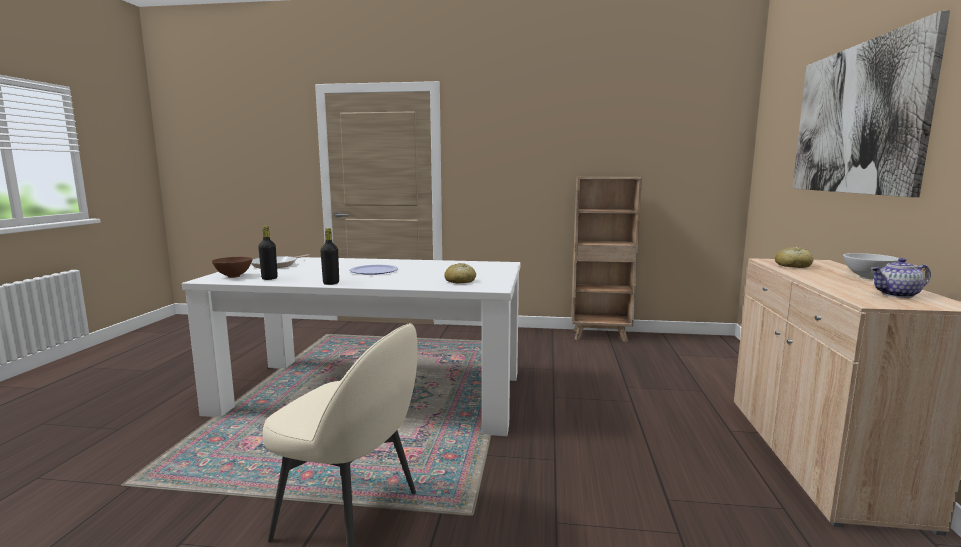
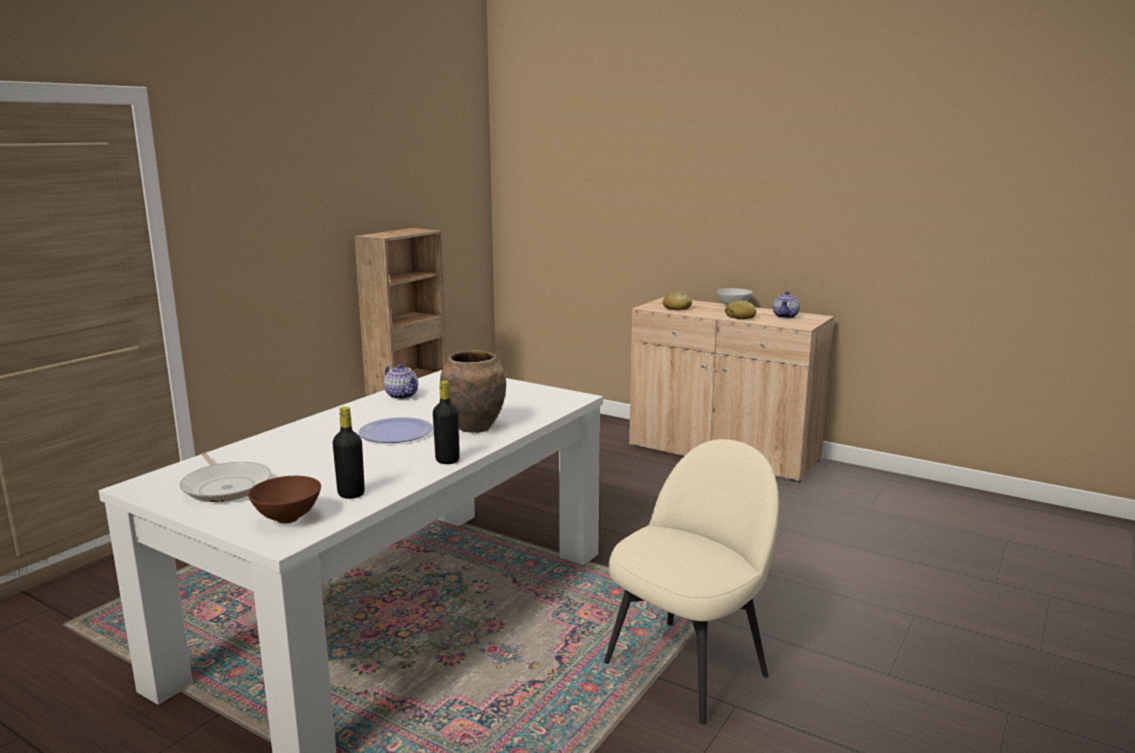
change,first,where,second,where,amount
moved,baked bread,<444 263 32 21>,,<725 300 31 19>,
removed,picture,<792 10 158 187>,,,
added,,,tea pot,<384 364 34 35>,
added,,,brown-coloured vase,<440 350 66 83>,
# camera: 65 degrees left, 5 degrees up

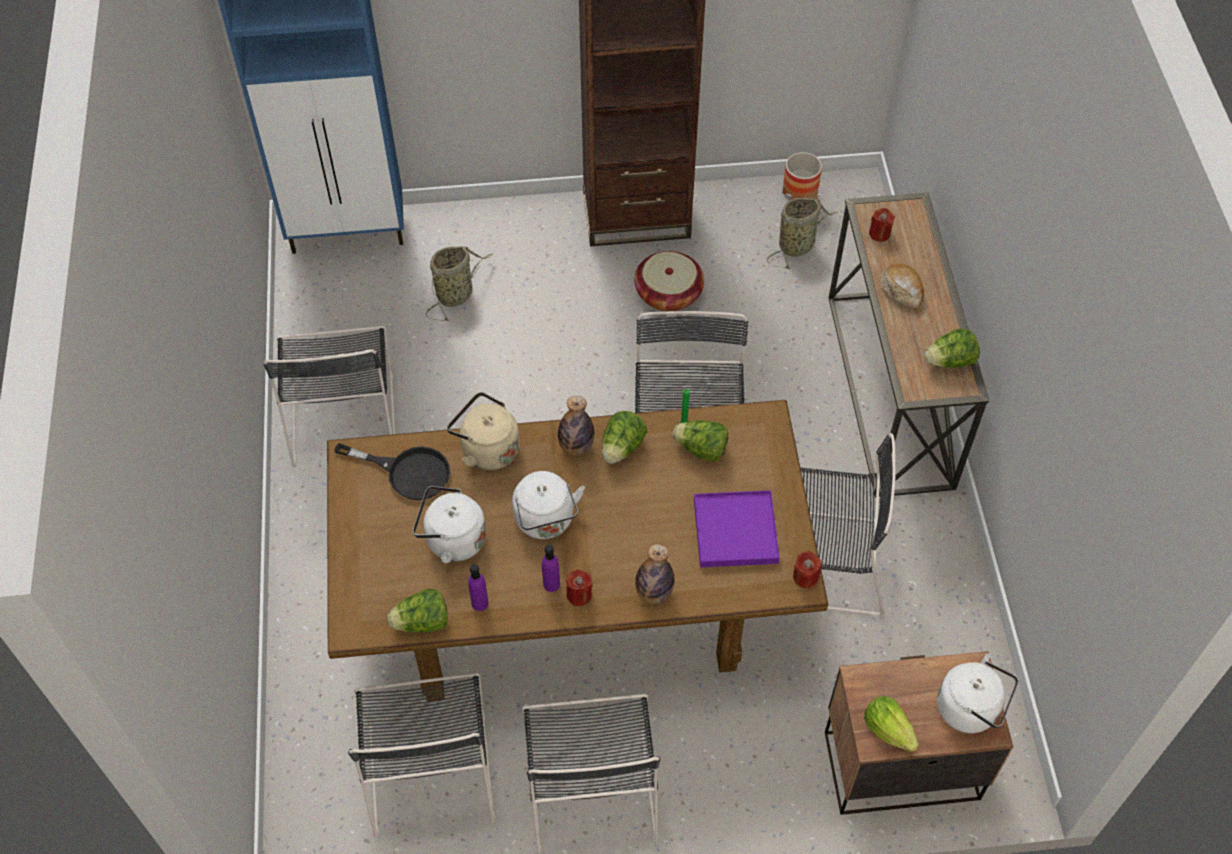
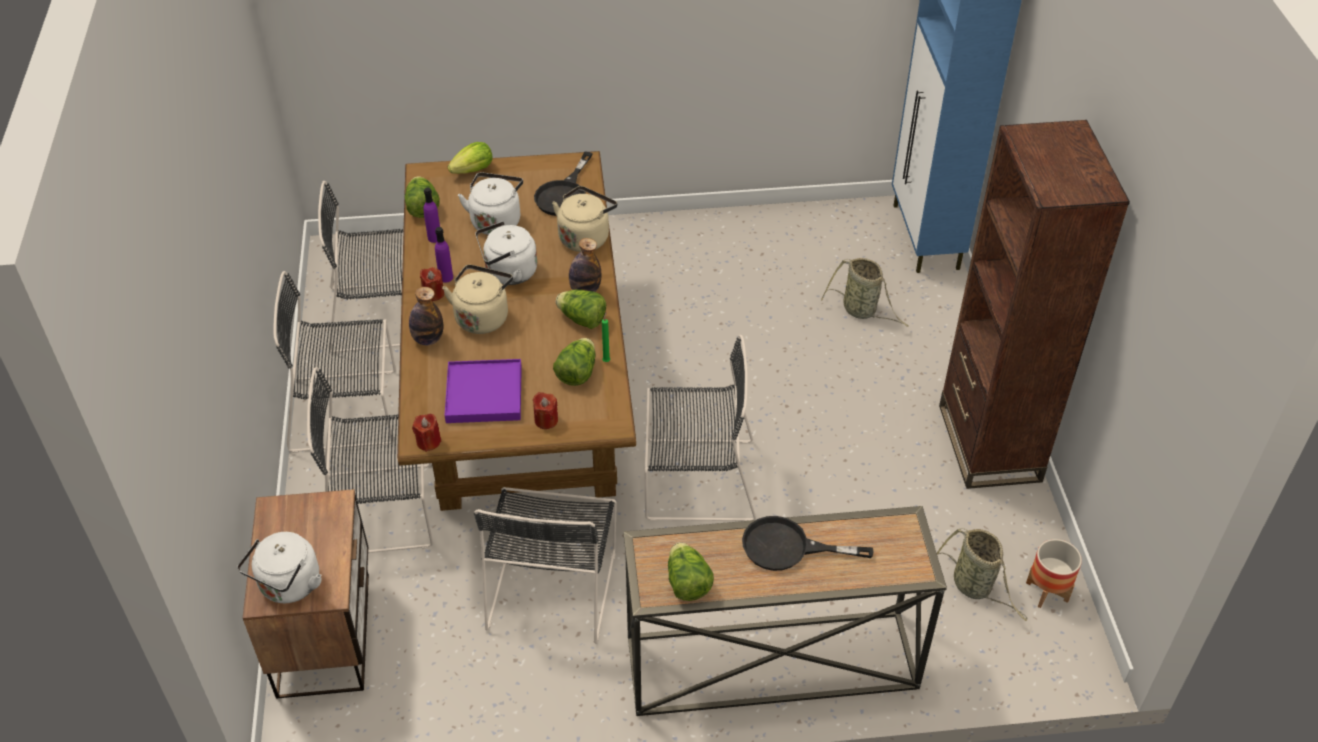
change,first,where,second,where,amount
moved,black-coloured plain chair,<263 326 132 141>,,<307 367 126 186>,
removed,household basket,<634 251 70 60>,,,
moved,lettuce head,<864 696 55 56>,,<448 142 45 32>,
moved,reddish wax candle,<869 208 26 34>,,<533 392 25 37>,
replaced,baked bread,<880 263 44 46>,black-coloured frying pan,<742 516 131 55>,
added,,,beige water kettle,<442 265 71 69>,
# camera: 90 degrees right, 10 degrees down

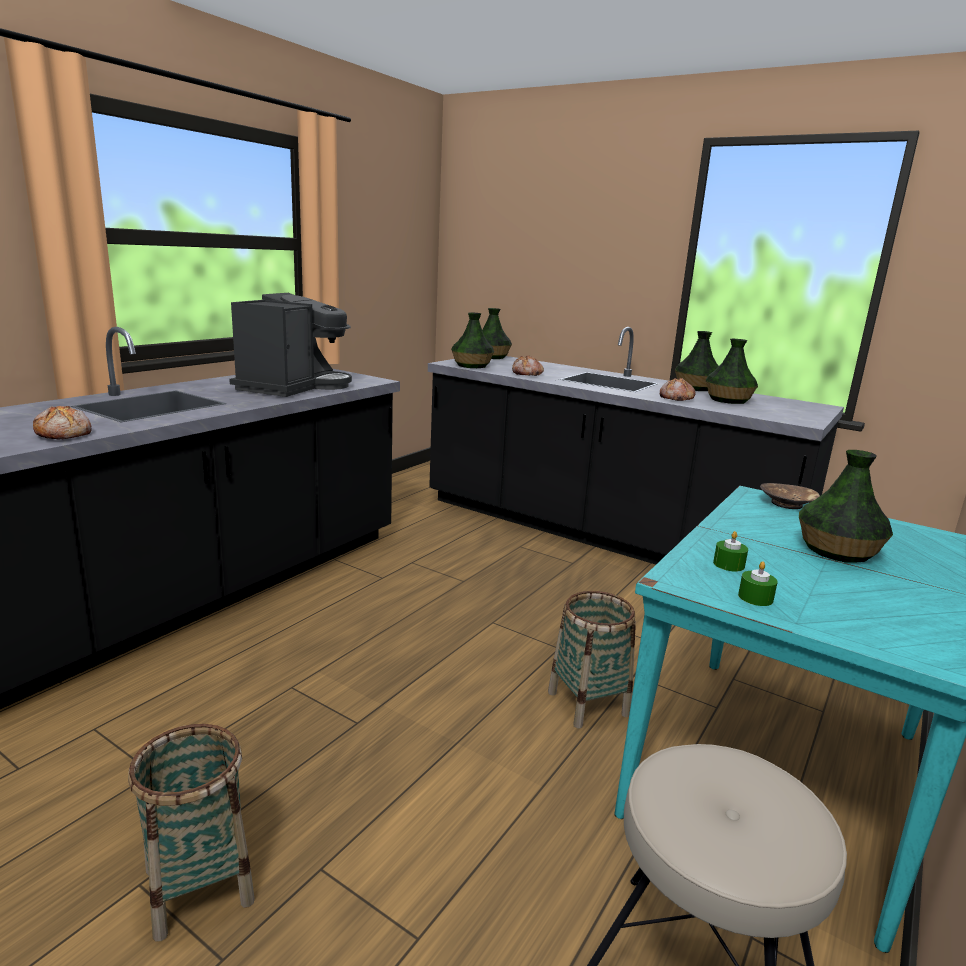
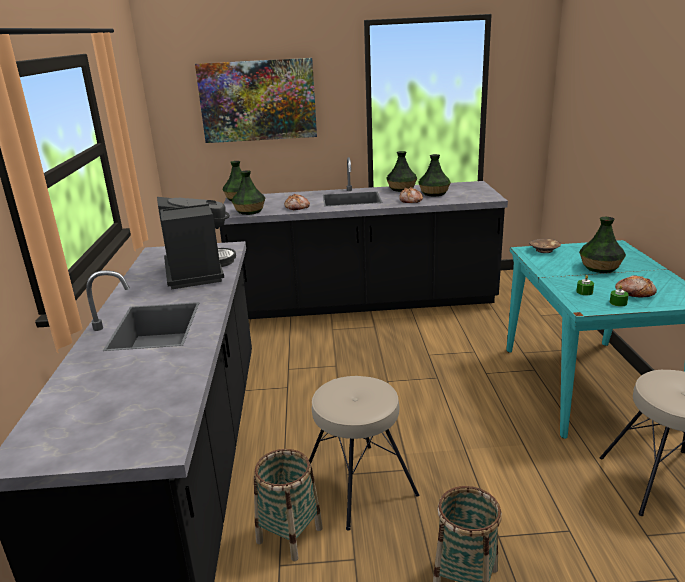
change,first,where,second,where,amount
moved,baked bread,<33 406 59 33>,,<615 275 42 23>,
moved,household basket,<548 591 88 138>,,<254 449 69 112>,
added,,,picture,<195 58 122 85>,
added,,,beige stool,<309 376 110 155>,
# camera: 35 degrees left, 5 degrees up

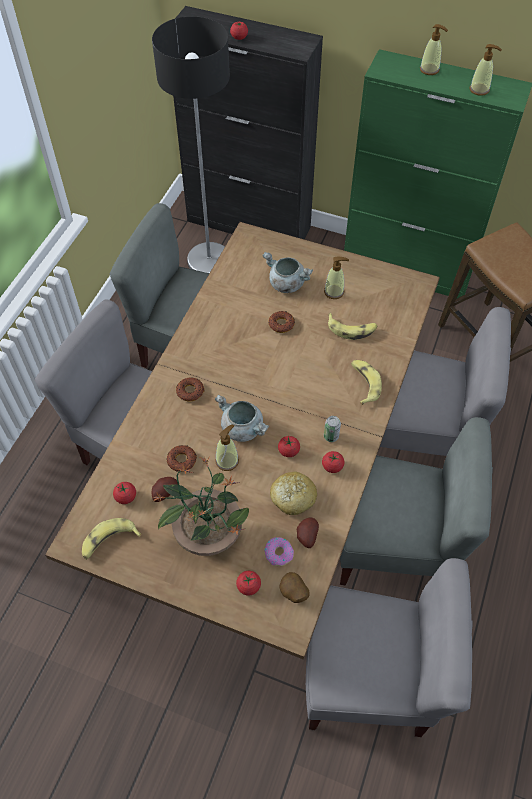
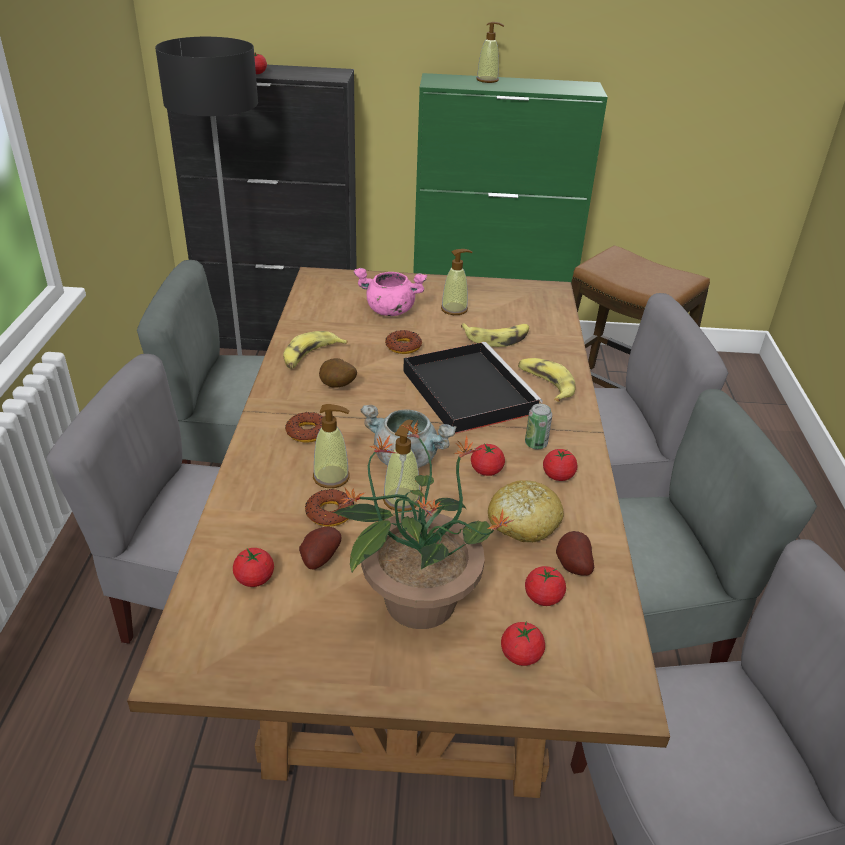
change,first,where,second,where,amount
moved,banana fruit,<82 518 60 42>,,<283 331 65 38>,
recoloured,greyish stockpot,<262 252 51 41>,pink-coloured stockpot,<354 268 73 48>,
replaced,doughnut,<264 537 30 29>,fresh tomato,<525 566 41 40>,
moved,whole potato,<280 572 30 31>,,<319 358 38 30>,
moved,soap bottle,<469 44 33 52>,,<313 404 37 84>,
added,,,black-coloured carrying tray,<403 342 140 92>,
# camera: 20 degrees left, 20 degrees down

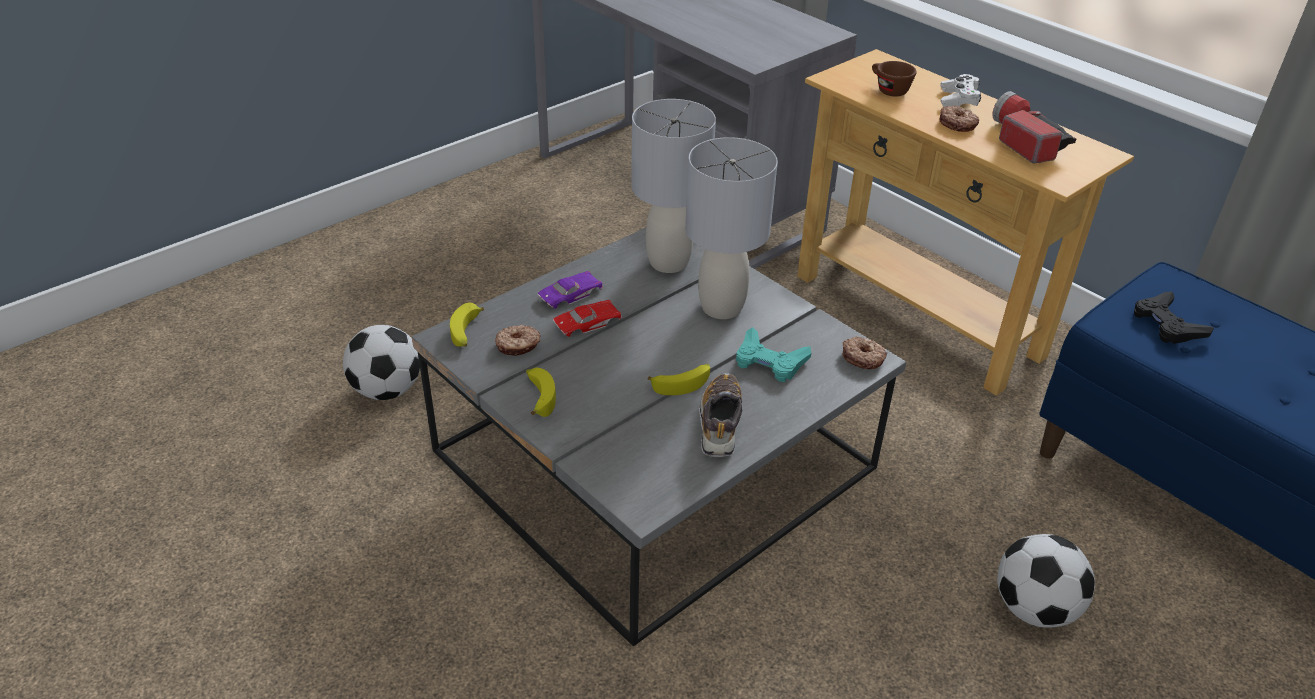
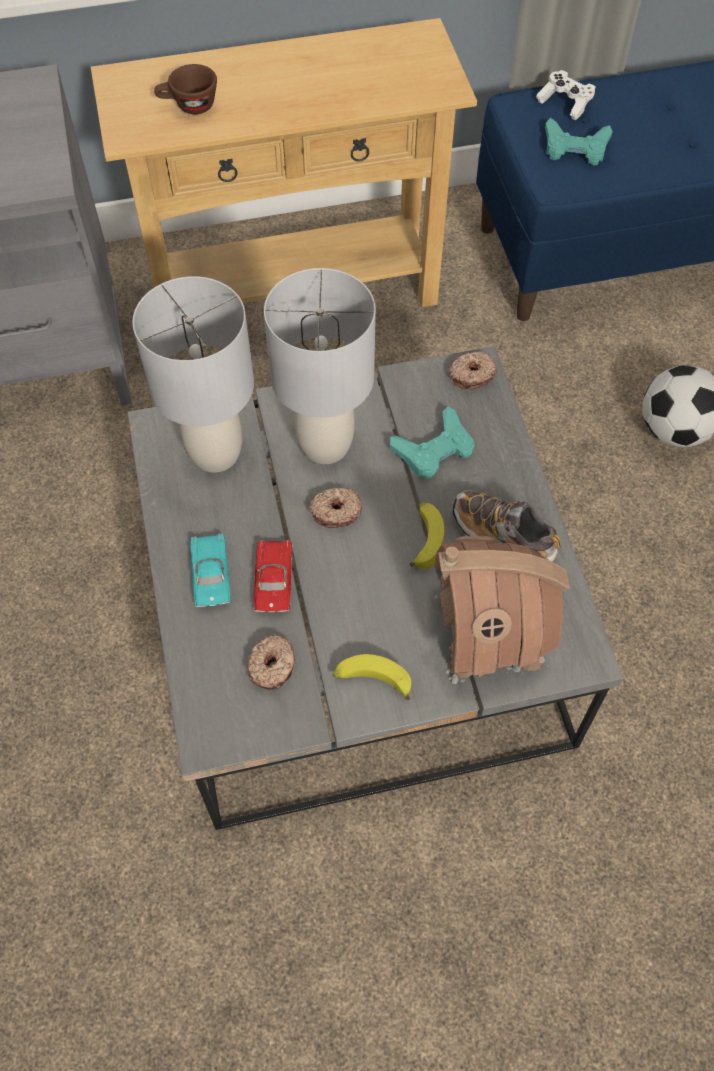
change,first,where,second,where,amount
removed,football,<343 325 77 75>,,,
removed,banana fruit,<450 303 34 44>,,,
recoloured,purplish miniature car,<538 271 65 38>,blue-green miniature car,<190 533 41 74>,
moved,doughnut,<939 106 40 26>,,<309 488 53 40>,
moved,white-coloured game controller,<940 74 41 33>,,<536 70 60 50>,
removed,flashlight,<992 91 84 73>,,,
recoloured,black-coloured game controller,<1134 291 80 53>,blue-green game controller,<545 118 68 47>,
added,,,toy house,<433 536 137 148>,
# camera: 60 degrees left, 20 degrees up

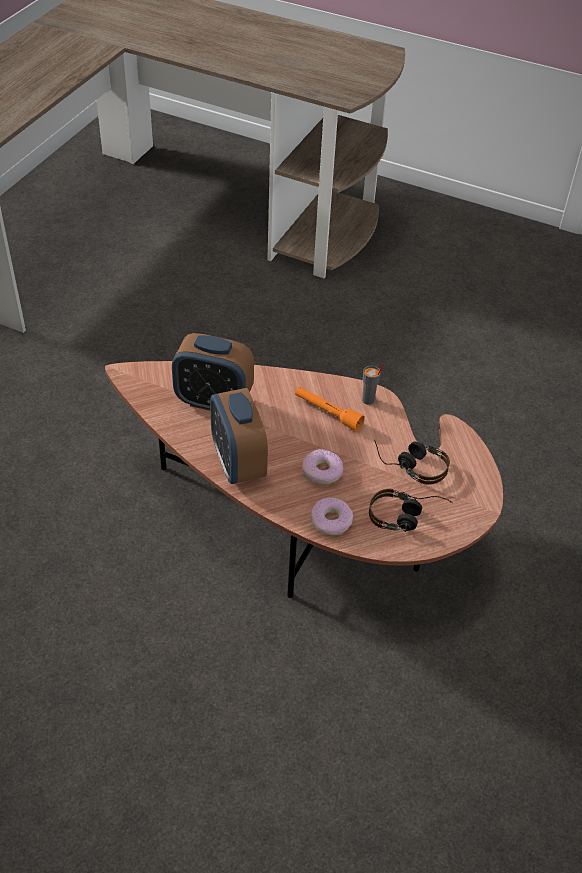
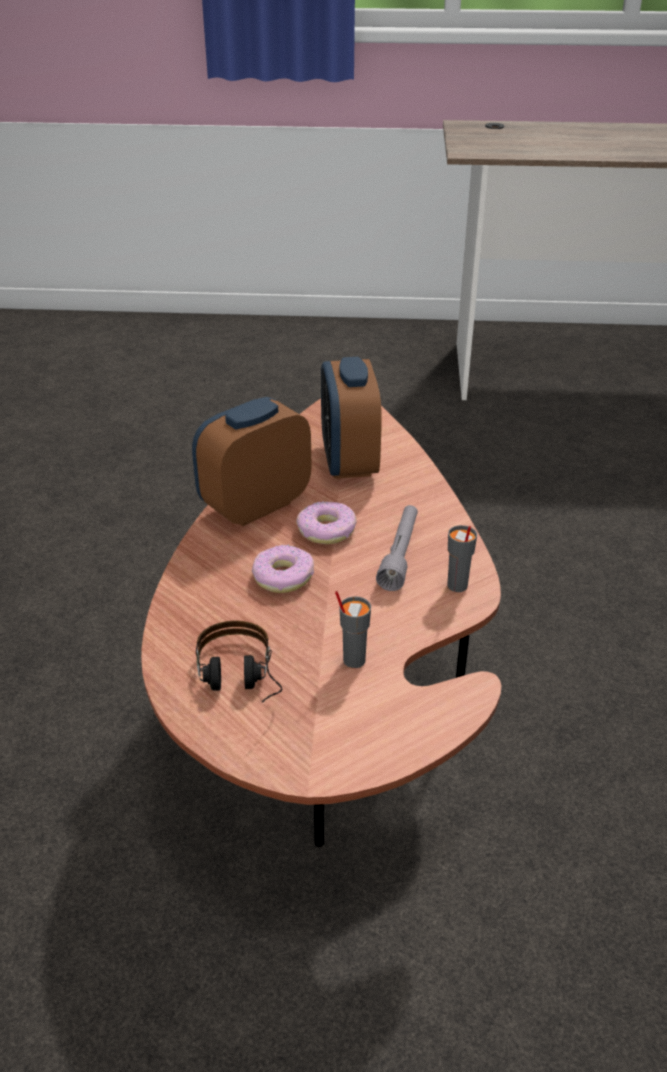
change,first,where,second,where,amount
recoloured,orange-coloured flashlight,<295 387 70 45>,greyish flashlight,<376 505 42 86>,
moved,doughnut,<311 497 42 38>,,<296 501 61 43>,
replaced,pair of headphones,<374 439 76 46>,greyish cup,<335 591 36 77>,
# camera: 70 degrees right, 10 degrees down

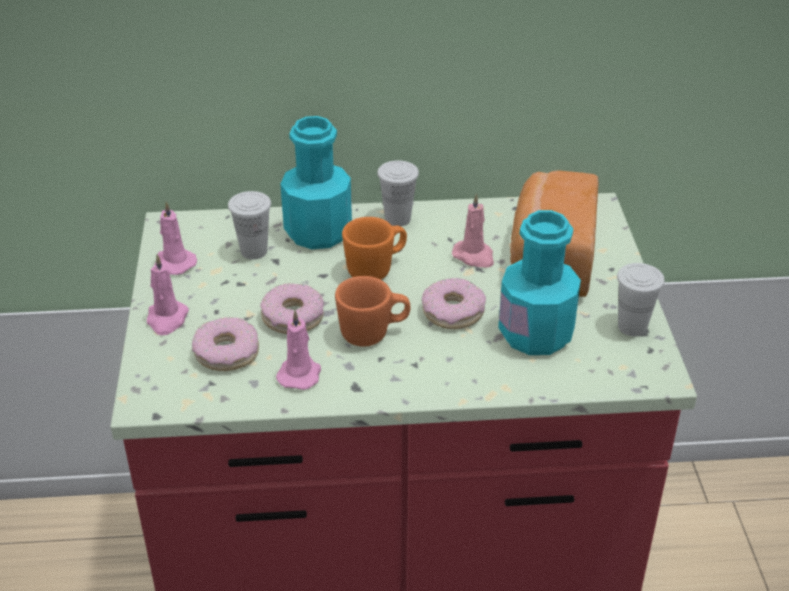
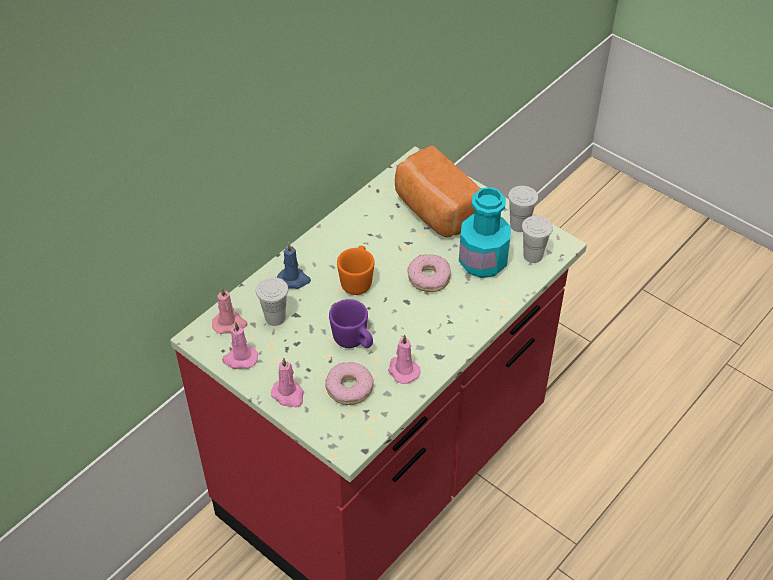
change,first,where,second,where,amount
replaced,doughnut,<260 283 64 51>,purplish tea mug,<329 299 44 49>,
replaced,blue-green beverage bottle,<280 116 72 133>,bluish wax candle,<277 243 34 46>,
removed,orange-coloured tea mug,<335 276 76 71>,,,
moved,white-coloured cup,<377 160 42 66>,,<522 216 31 47>,
moved,pink-coloured wax candle,<452 193 42 75>,,<212 287 36 47>,
# camera: 45 degrees left, 10 degrees up

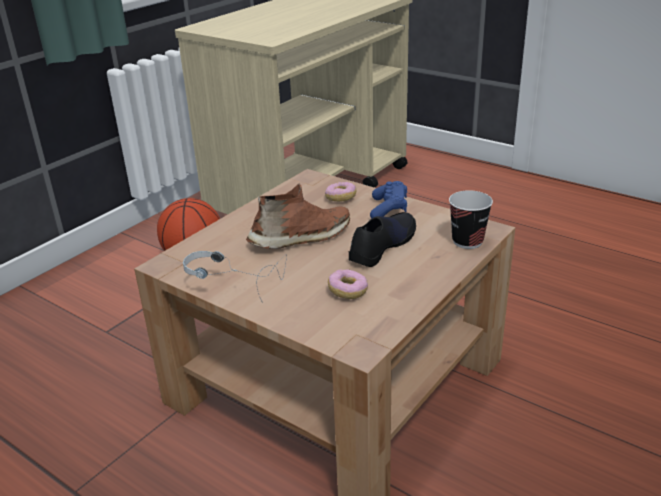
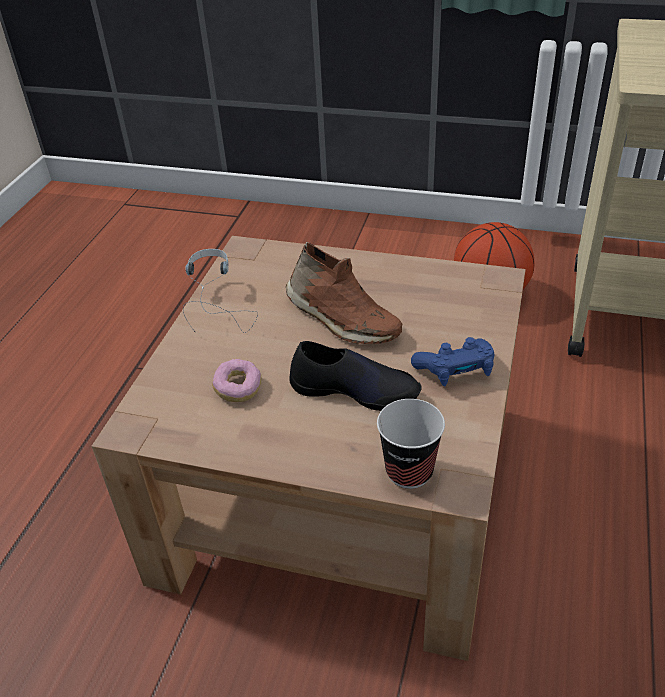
change,first,where,second,where,amount
removed,doughnut,<325 182 31 20>,,,
# camera: 70 degrees right, 10 degrees up

